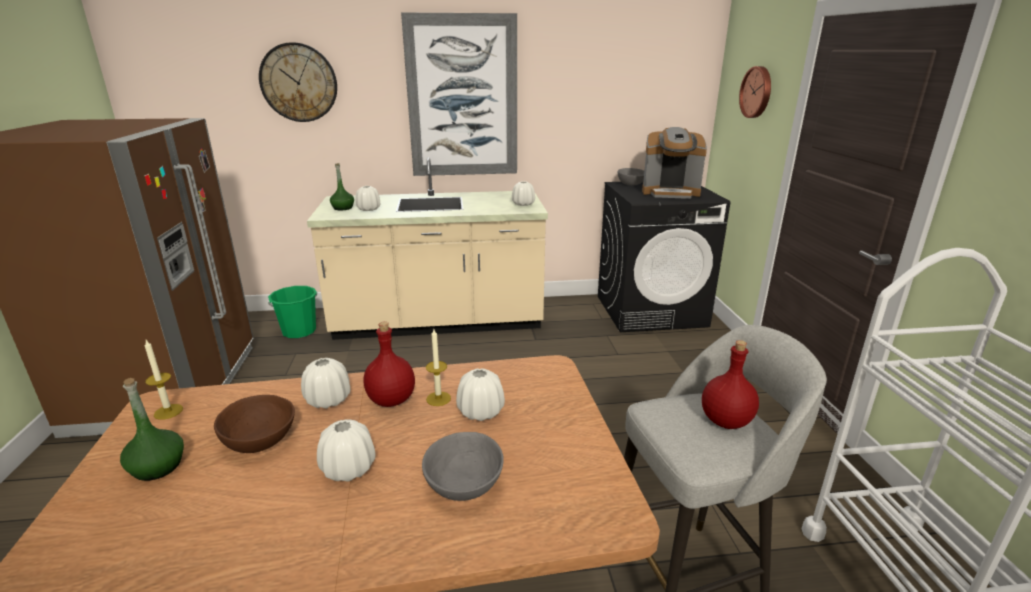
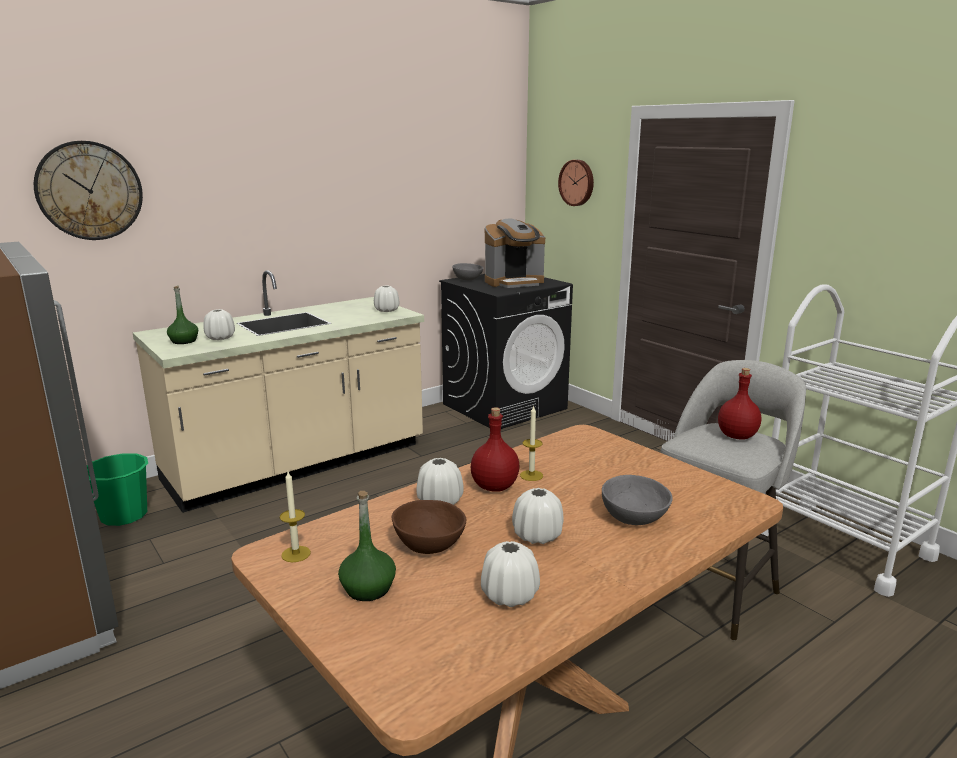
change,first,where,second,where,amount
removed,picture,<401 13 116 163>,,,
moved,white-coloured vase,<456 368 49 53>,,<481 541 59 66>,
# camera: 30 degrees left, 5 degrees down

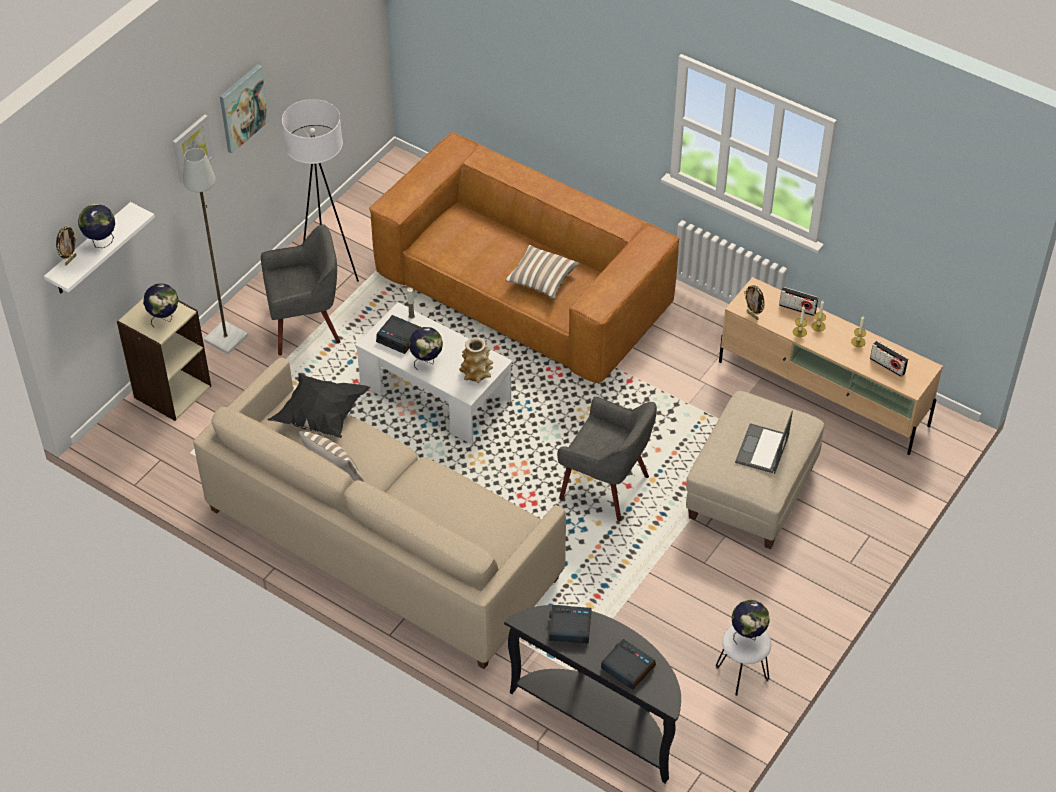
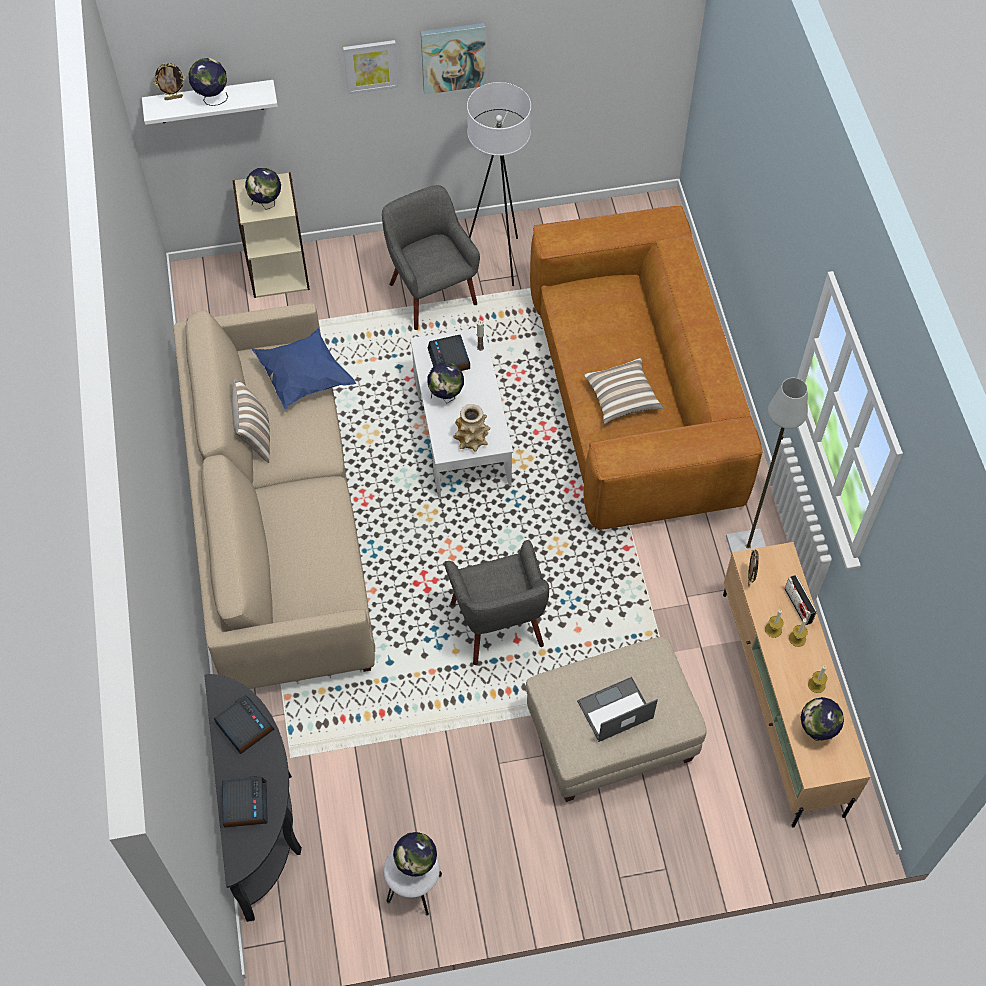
change,first,where,second,where,amount
moved,greyish standard lamp,<183 148 65 207>,,<726 378 82 176>,
turned,greyish armchair,<261 224 80 132>,,<382 185 98 145>,150 degrees counterclockwise
recoloured,black-coloured pillow,<267 373 103 65>,bluish pillow,<252 328 104 81>,
replaced,radio set,<870 341 38 36>,globe,<801 697 43 44>,
# camera: 45 degrees right, 10 degrees up

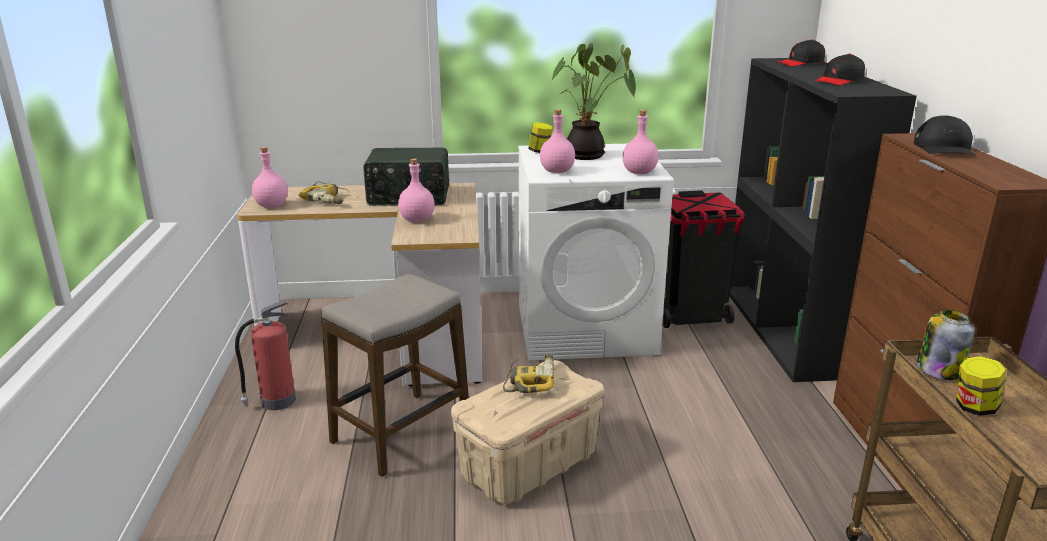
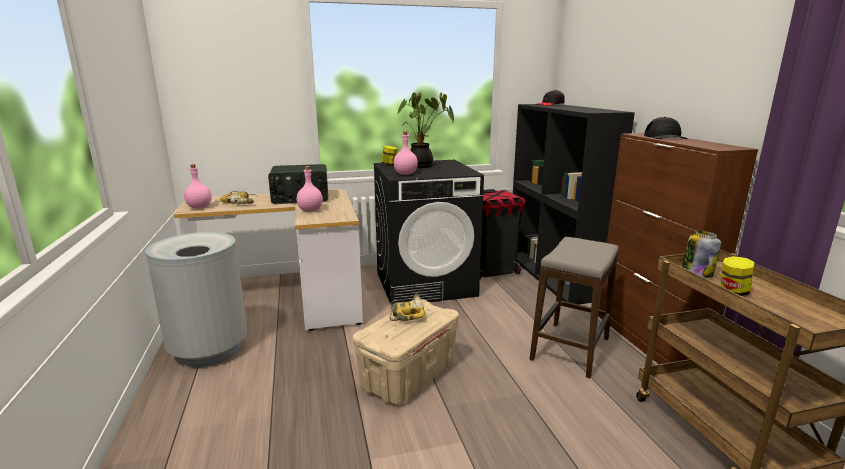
change,first,where,second,where,amount
replaced,extinguisher,<235 300 61 110>,greyish waste bin,<146 232 101 135>,
moved,stool,<321 273 148 204>,,<529 237 90 141>,
recoloured,white-coloured laundry machine,<518 144 156 216>,black-coloured laundry machine,<373 160 111 144>,
removed,pink-coloured beverage bottle,<622 110 37 64>,,,
removed,black-coloured peaked cap,<815 53 50 32>,,,
# camera: 10 degrees left, 5 degrees down

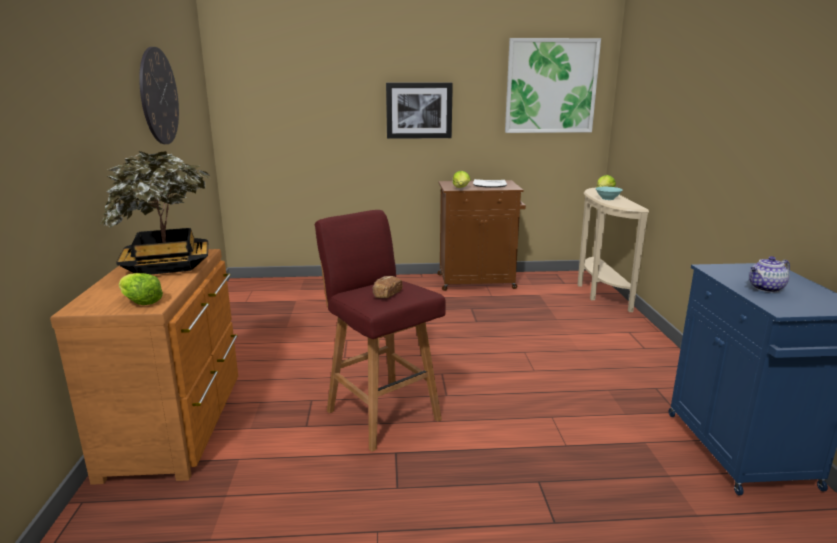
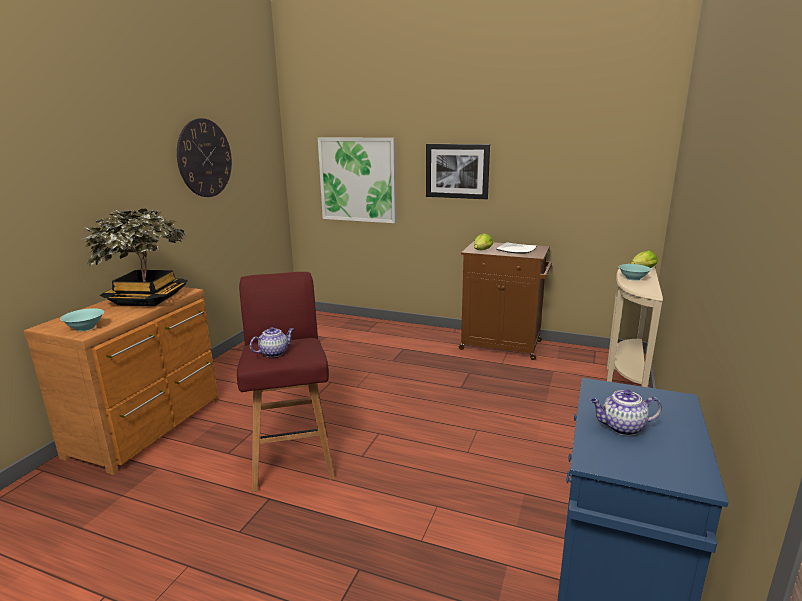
change,first,where,second,where,amount
replaced,lettuce head,<119 273 44 32>,blue-green bowl,<60 308 44 23>,
replaced,baked bread,<372 276 31 22>,tea pot,<250 327 44 30>,
moved,picture,<505 38 96 95>,,<318 138 78 85>,
# camera: 25 degrees right, 0 degrees up

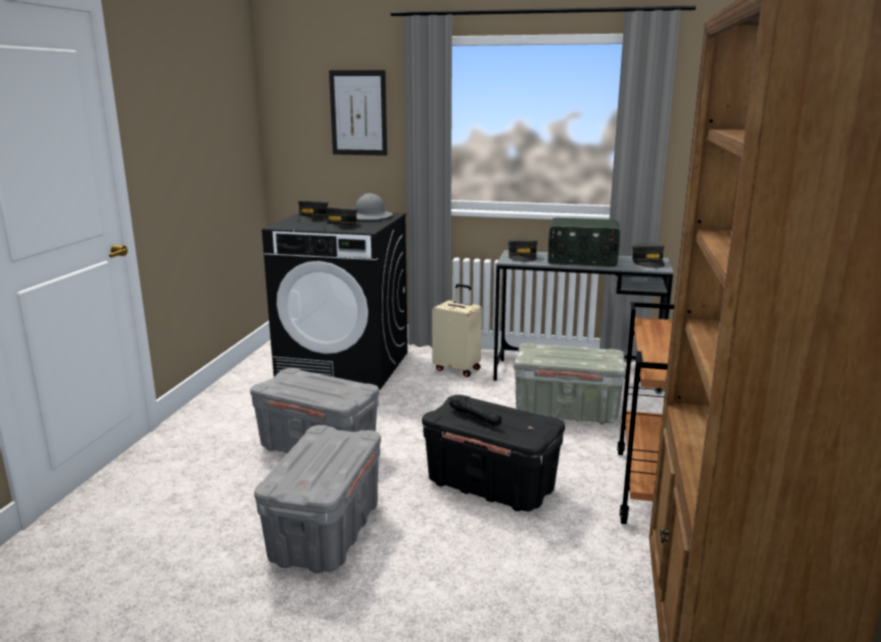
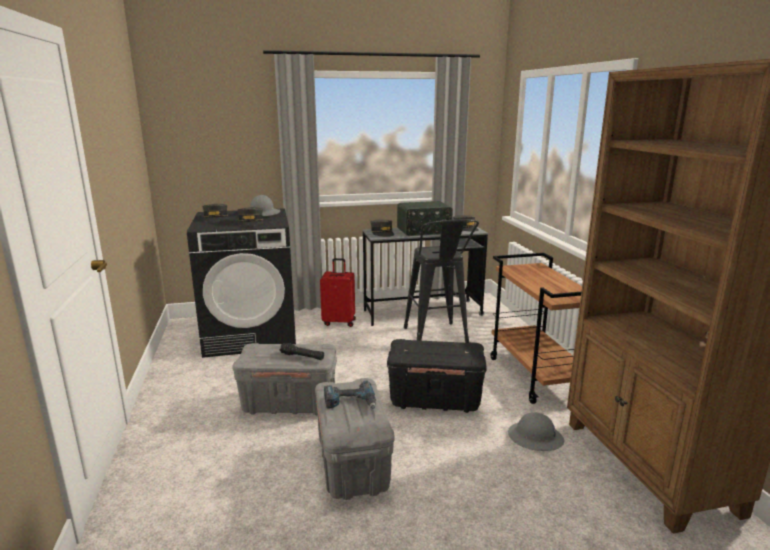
change,first,where,second,where,amount
removed,picture,<329 70 58 86>,,,
recoloured,beige travel case,<432 284 50 93>,reddish travel case,<320 258 36 69>,
moved,black-coloured flashlight,<449 395 53 32>,,<280 343 44 17>,
replaced,greyish storage box,<514 343 112 82>,black-coloured stool,<404 219 75 124>,
added,,,electric drill,<324 381 52 28>,
added,,,greyish hard hat,<508 412 56 39>,
# camera: 25 degrees left, 0 degrees up

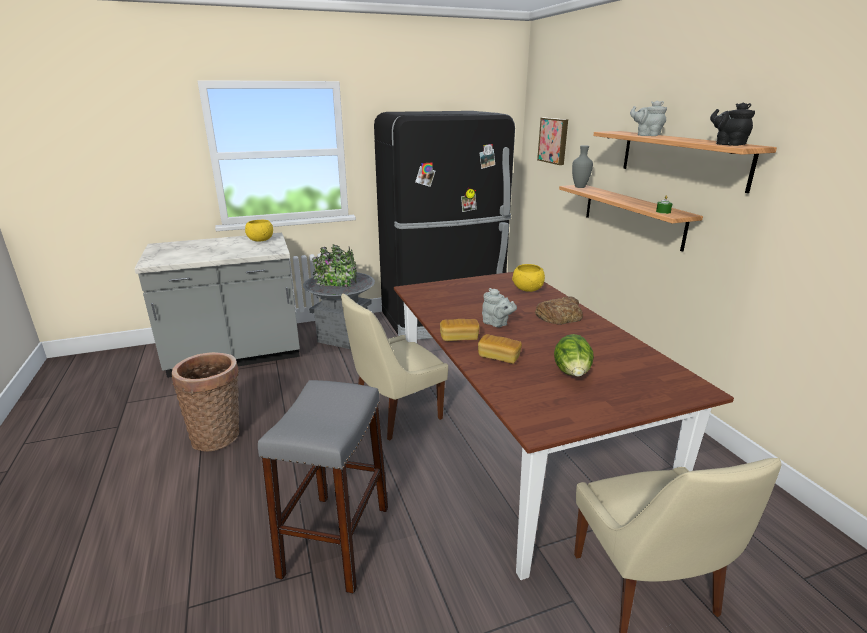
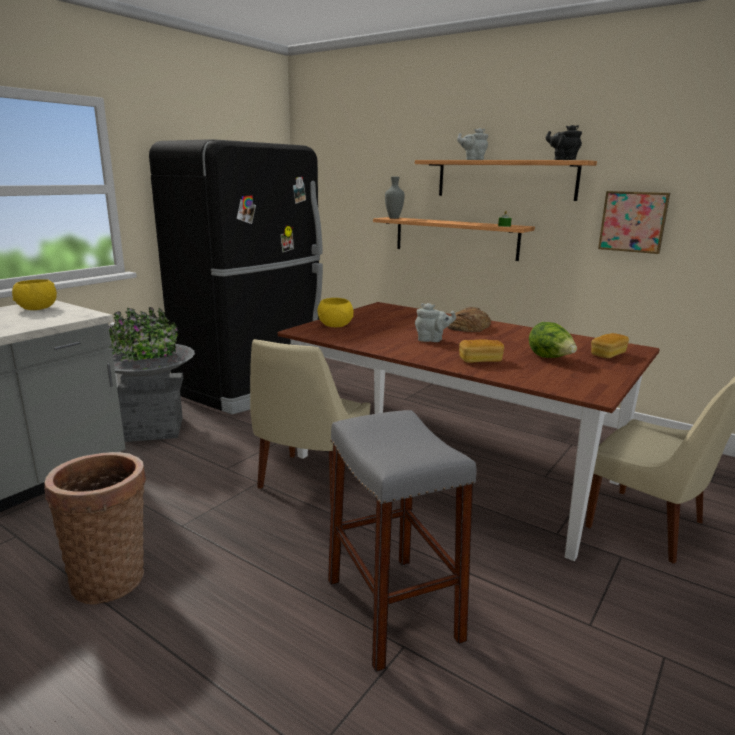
change,first,where,second,where,amount
moved,baked bread,<440 319 40 22>,,<591 333 38 25>,
moved,yellow-coloured bowl,<512 264 33 28>,,<318 298 35 29>,
moved,picture,<537 118 31 47>,,<598 191 72 63>,
# camera: 35 degrees left, 5 degrees down

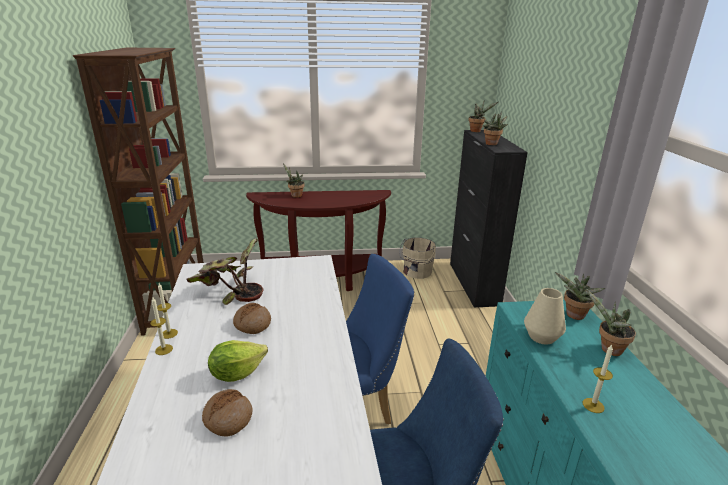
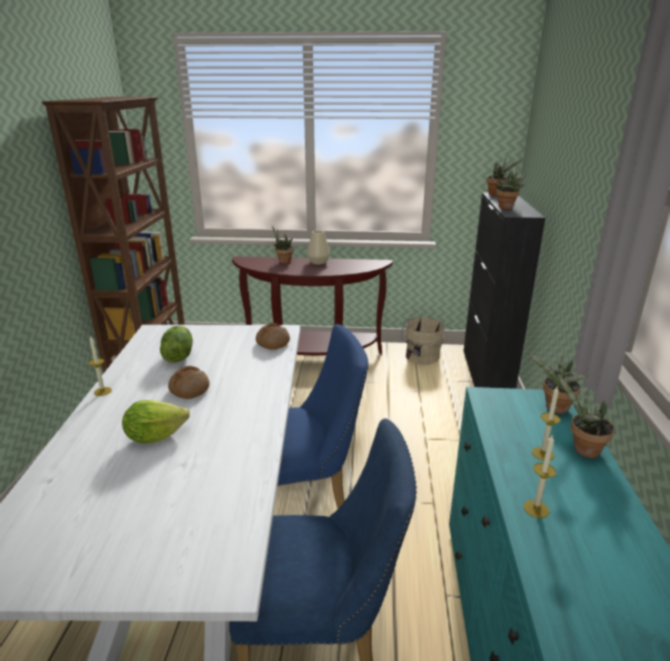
change,first,where,second,where,amount
moved,wax candle,<150 298 23 57>,,<532 387 29 74>,
replaced,houseplant,<187 238 77 67>,lettuce head,<160 326 33 36>,
moved,baked bread,<202 389 51 48>,,<256 323 34 27>,
moved,beige vase,<524 288 42 57>,,<307 230 23 35>,
# camera: 10 degrees right, 0 degrees up

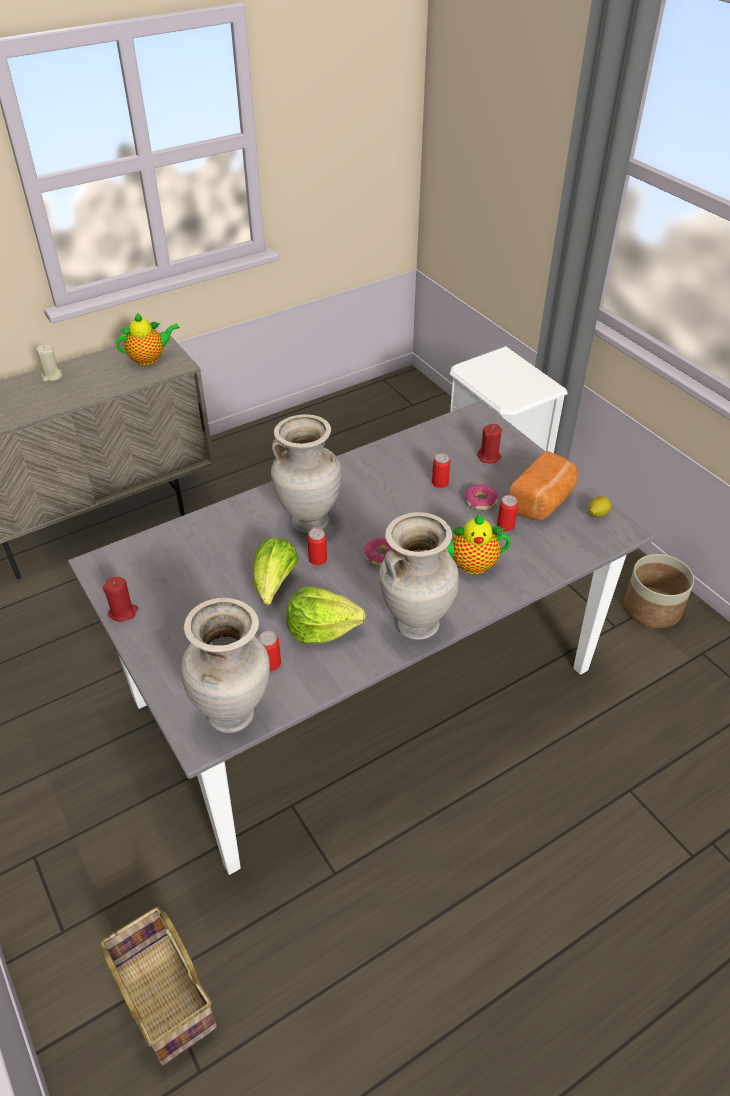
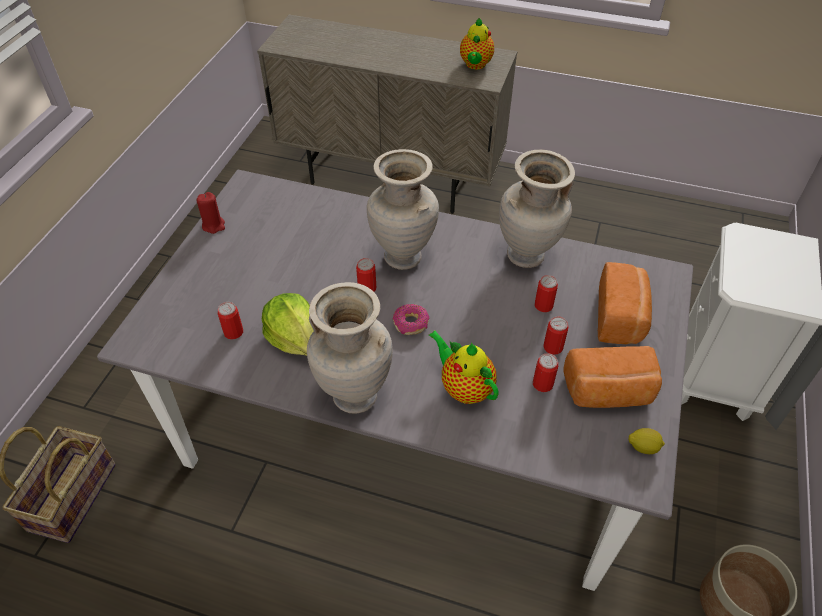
change,first,where,second,where,amount
removed,beige wax candle,<37 345 26 37>,,,
turned,tea pot,<116 313 64 52>,,<460 18 34 52>,75 degrees clockwise
moved,beige vase,<181 598 89 135>,,<499 150 76 118>,
removed,lettuce head,<253 537 45 68>,,,
replaced,doughnut,<465 485 33 25>,sealed can,<543 317 25 38>,
replaced,reddish wax candle,<477 424 24 39>,baked bread,<598 262 54 82>,
# camera: 50 degrees right, 5 degrees up

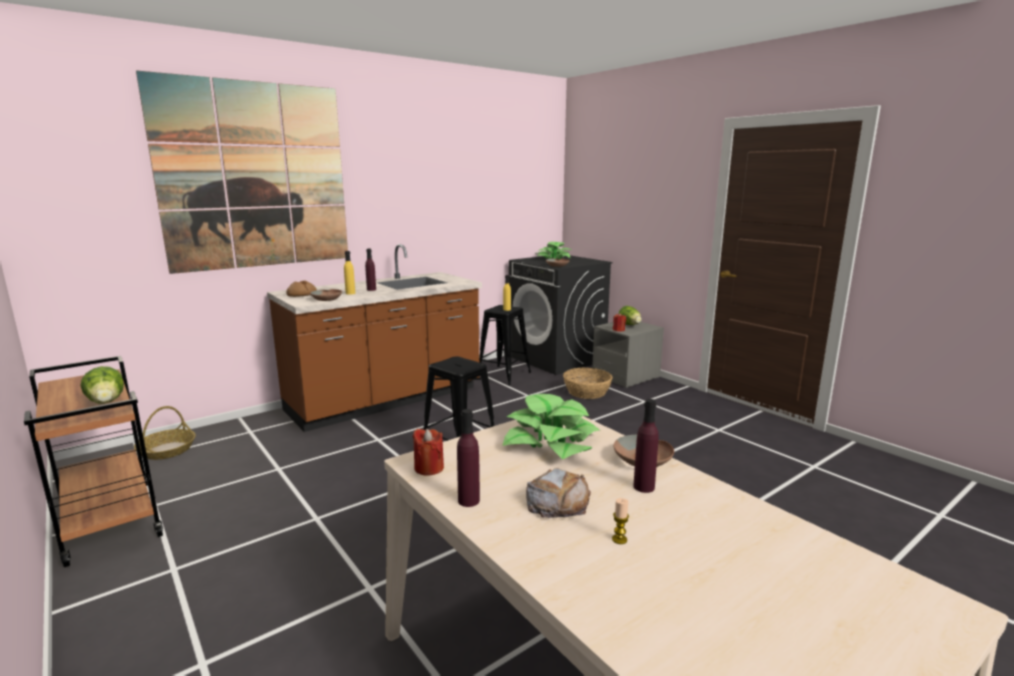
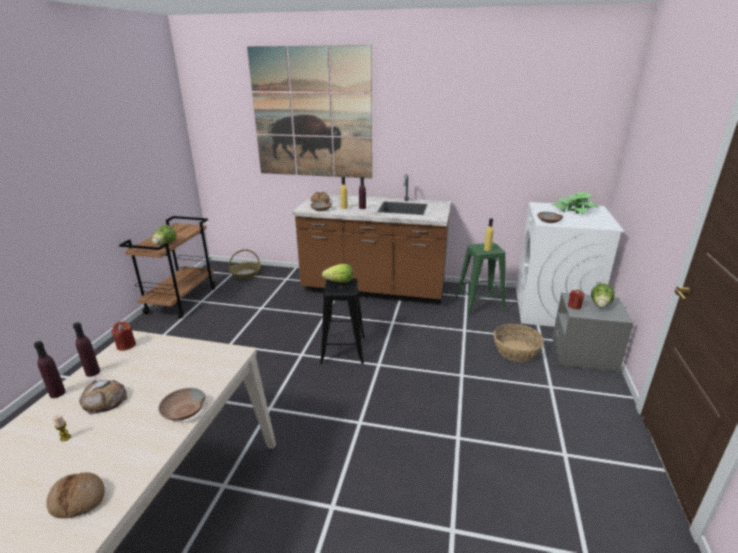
change,first,where,second,where,amount
recoloured,black-coloured stool,<479 305 52 80>,green stool,<455 243 51 72>,
removed,houseplant,<502 394 99 65>,,,
recoloured,black-coloured laundry machine,<509 255 104 120>,white-coloured laundry machine,<516 202 108 125>,
moved,purplish beverage bottle,<634 399 25 94>,,<34 341 32 57>,
added,,,baked bread,<46 472 59 46>,
added,,,lettuce head,<322 264 31 18>,
# camera: 50 degrees right, 10 degrees up

